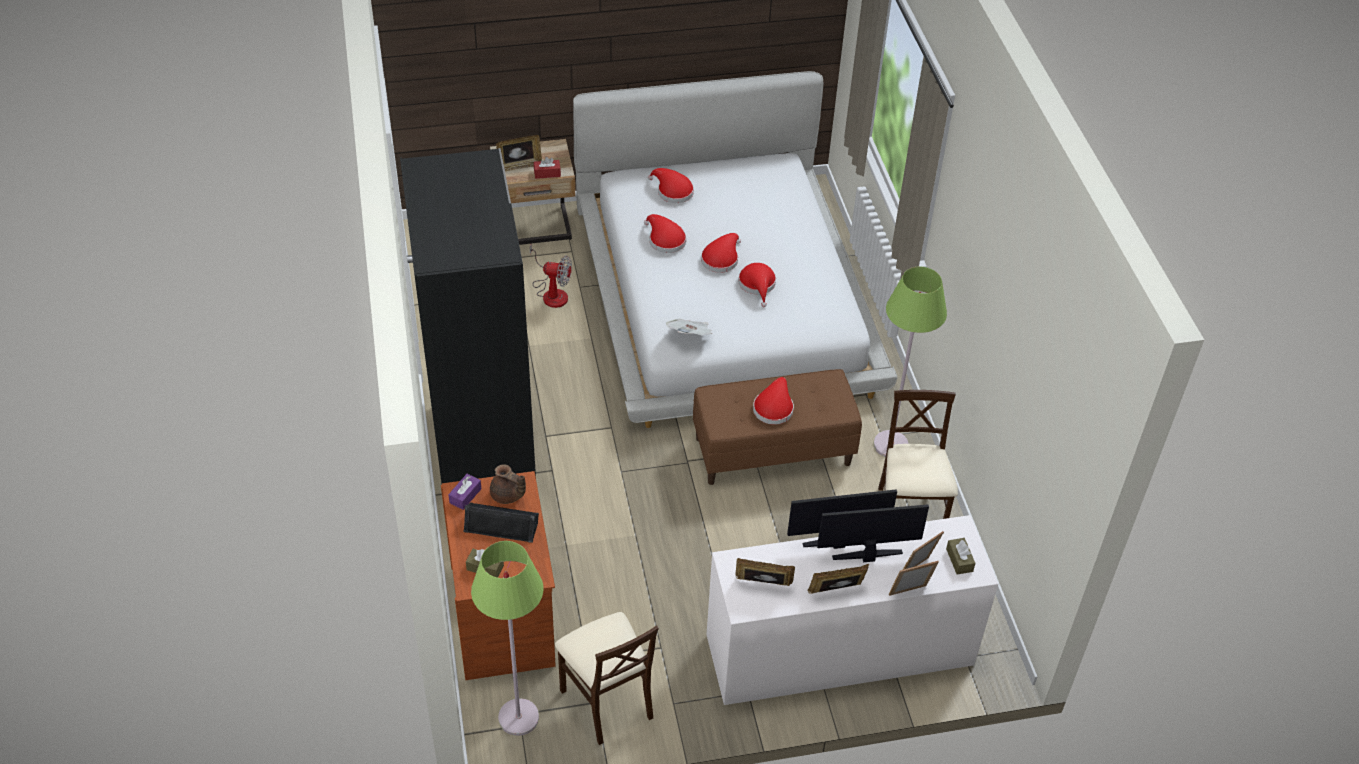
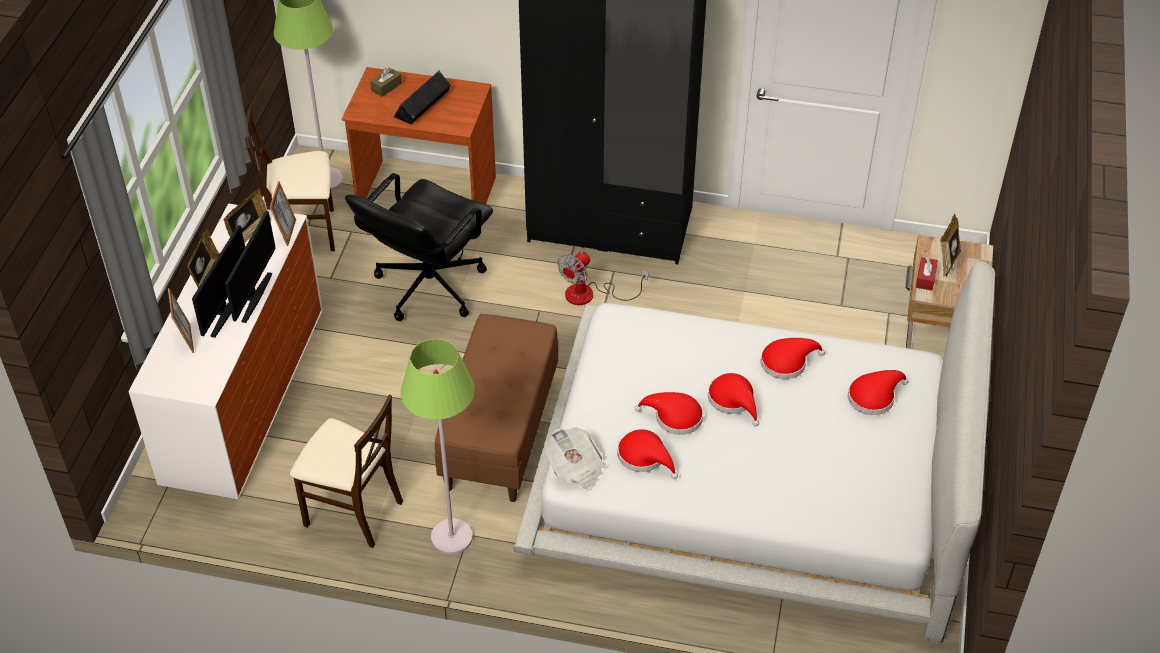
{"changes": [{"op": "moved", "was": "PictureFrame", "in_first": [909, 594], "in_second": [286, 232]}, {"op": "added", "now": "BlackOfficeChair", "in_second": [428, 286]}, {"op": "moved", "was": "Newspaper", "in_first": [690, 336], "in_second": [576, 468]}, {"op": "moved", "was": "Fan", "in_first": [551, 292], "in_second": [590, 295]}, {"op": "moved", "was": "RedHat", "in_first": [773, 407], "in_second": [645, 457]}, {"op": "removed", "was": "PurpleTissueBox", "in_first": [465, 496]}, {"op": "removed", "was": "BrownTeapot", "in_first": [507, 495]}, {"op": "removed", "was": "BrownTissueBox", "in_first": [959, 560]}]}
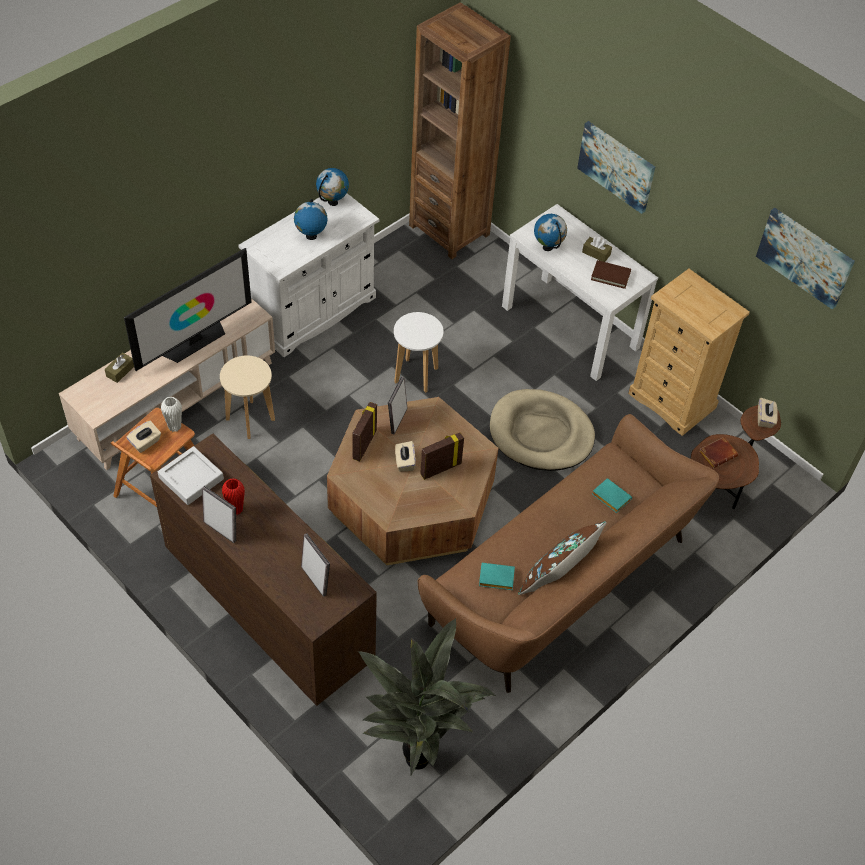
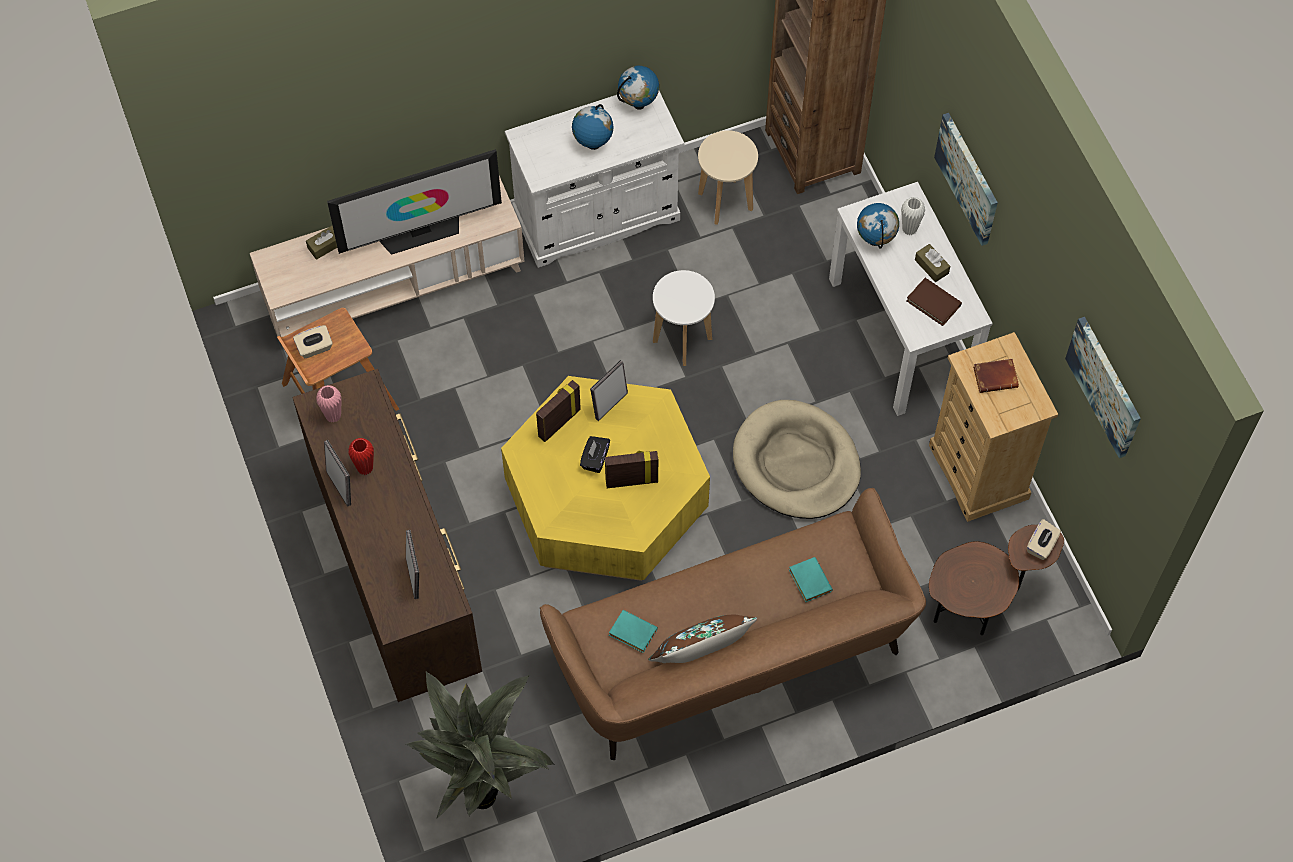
{"changes": [{"op": "replaced", "was": "GreyTray", "now": "PinkVase", "in_first": [191, 478], "in_second": [333, 416]}, {"op": "recoloured", "was": "BrownCoffeeTable", "now": "YellowCoffeeTable", "in_first": [411, 501], "in_second": [606, 498]}, {"op": "recoloured", "was": "BeigeTissueBox", "now": "BlackTissueBox", "in_first": [404, 462], "in_second": [595, 459]}, {"op": "moved", "was": "BeigeStool", "in_first": [250, 420], "in_second": [725, 202]}, {"op": "moved", "was": "WhiteVase", "in_first": [174, 427], "in_second": [909, 229]}, {"op": "moved", "was": "BrownBook", "in_first": [717, 454], "in_second": [996, 376]}]}
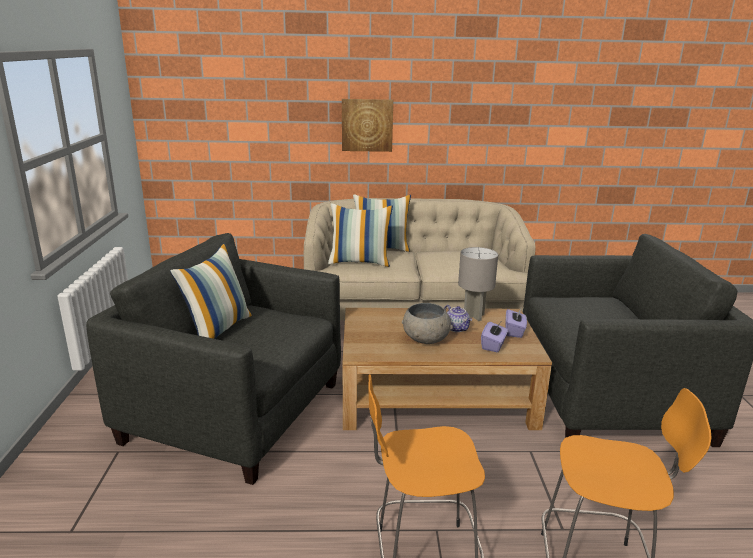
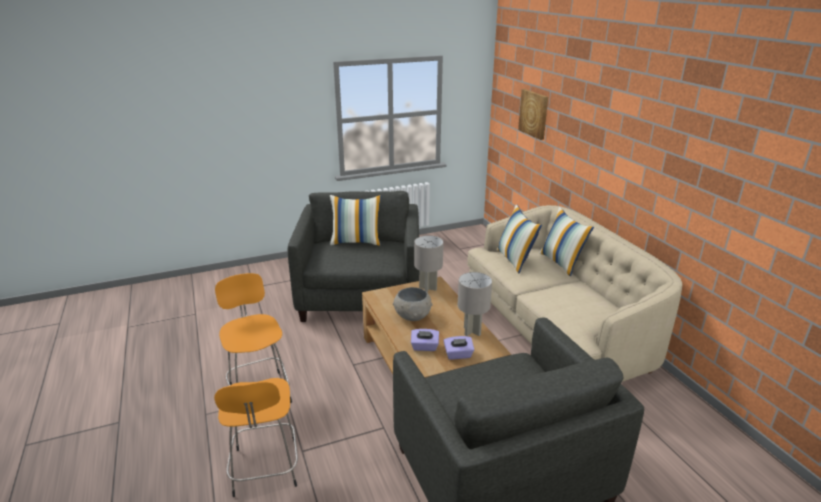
{"changes": [{"op": "added", "now": "GreyTableLamp", "in_second": [428, 288]}, {"op": "moved", "was": "Picture", "in_first": [367, 125], "in_second": [534, 113]}, {"op": "removed", "was": "Teapot", "in_first": [457, 328]}]}
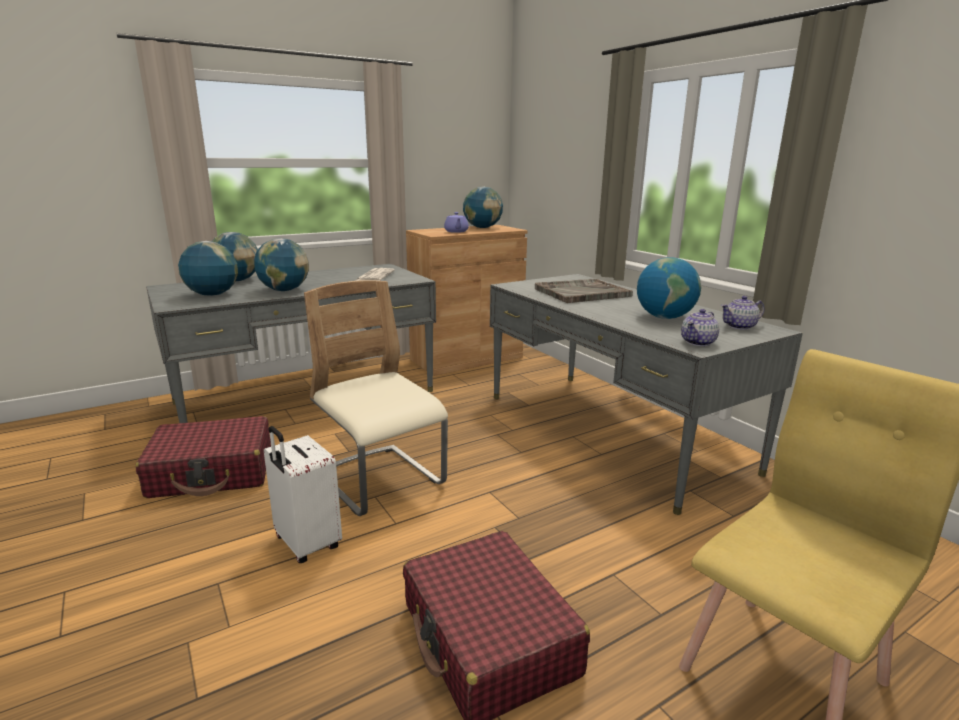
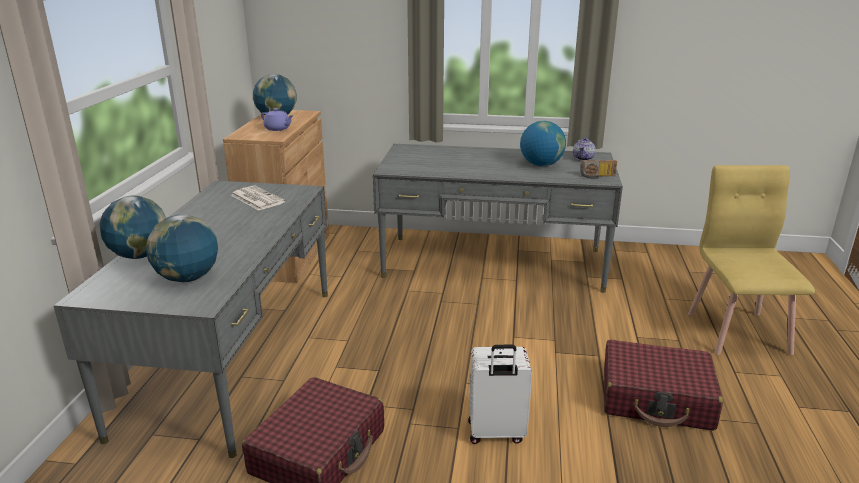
{"changes": [{"op": "replaced", "was": "Teapot", "now": "Radio", "in_first": [698, 342], "in_second": [597, 177]}, {"op": "removed", "was": "Globe", "in_first": [284, 290]}, {"op": "removed", "was": "BeigeChair", "in_first": [380, 481]}, {"op": "removed", "was": "GreyTray", "in_first": [581, 293]}]}
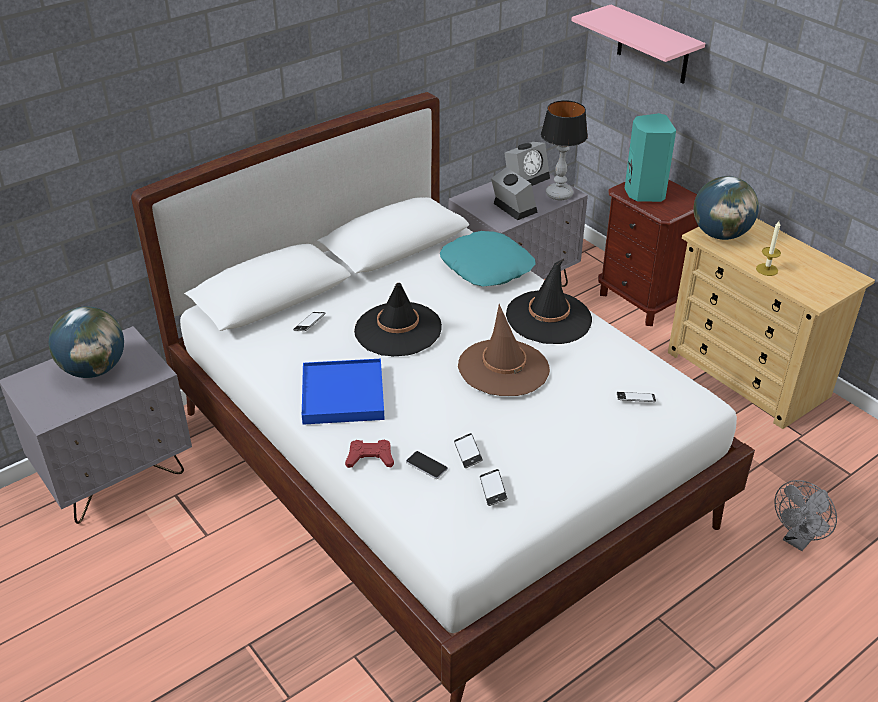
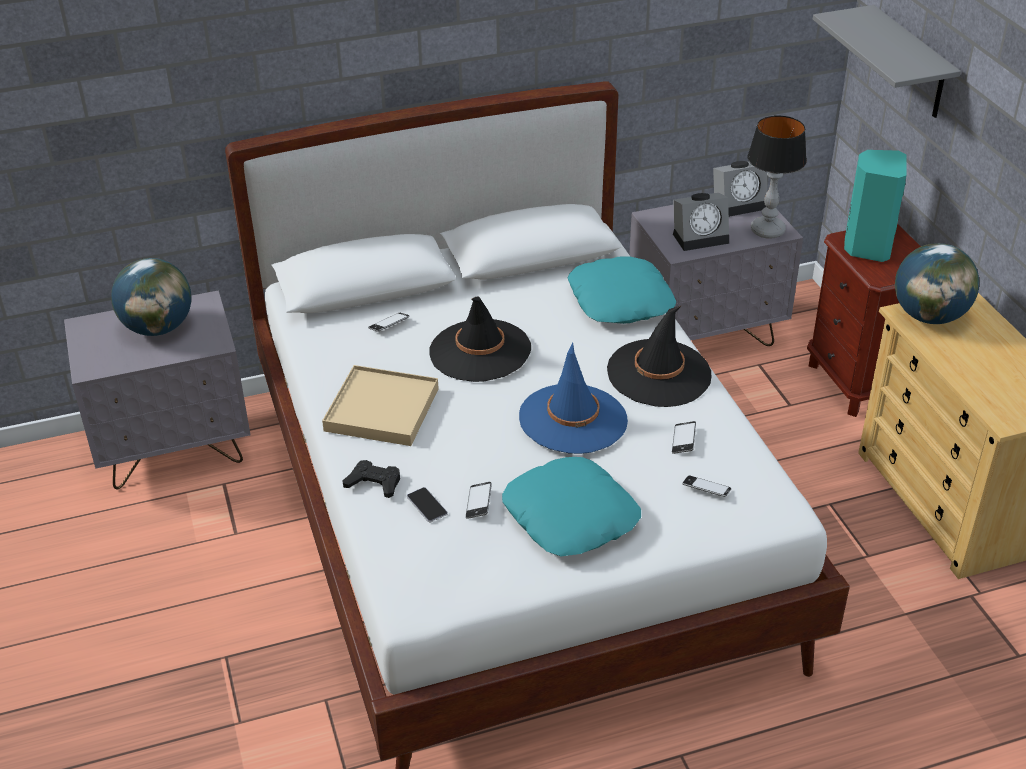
{"changes": [{"op": "recoloured", "was": "BlueTray", "now": "BeigeTray", "in_first": [343, 395], "in_second": [382, 409]}, {"op": "recoloured", "was": "RedGameController", "now": "BlackGameController", "in_first": [370, 458], "in_second": [374, 483]}, {"op": "added", "now": "TurquoisePillow", "in_second": [571, 516]}, {"op": "recoloured", "was": "BrownHat", "now": "BlueHat", "in_first": [503, 368], "in_second": [573, 419]}, {"op": "moved", "was": "Phone", "in_first": [493, 490], "in_second": [683, 440]}, {"op": "turned", "was": "AlarmClock", "in_first": [512, 208], "in_second": [701, 237], "clockwise": 90}, {"op": "recoloured", "was": "PinkShelf", "now": "GreyShelf", "in_first": [653, 45], "in_second": [910, 64]}, {"op": "removed", "was": "Candle", "in_first": [767, 269]}, {"op": "removed", "was": "GreyFan", "in_first": [798, 540]}]}
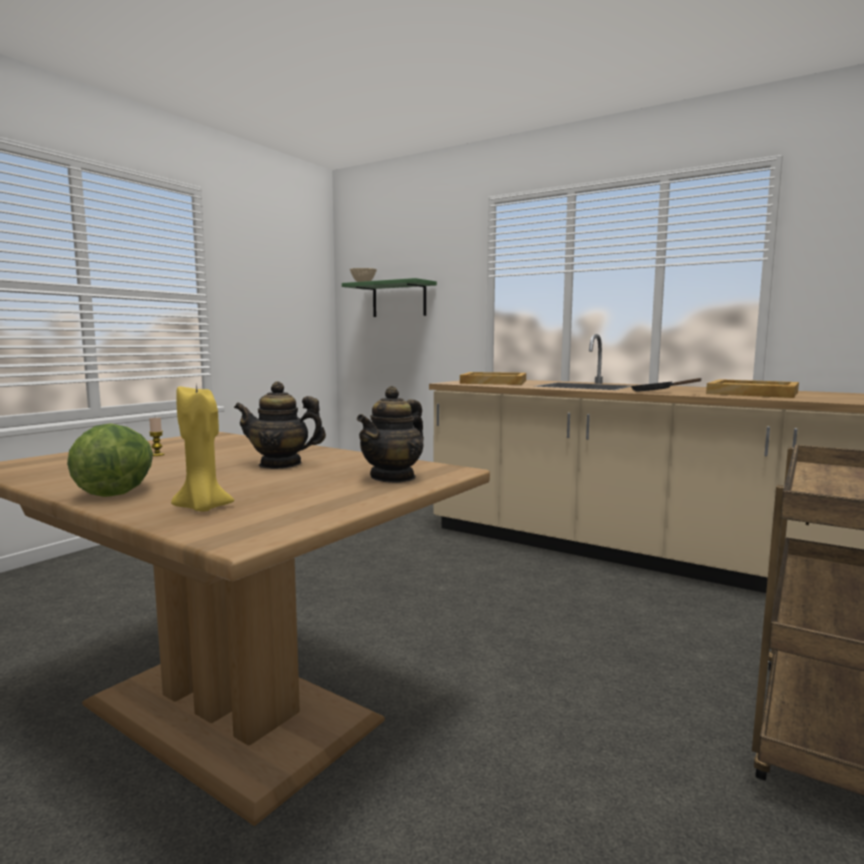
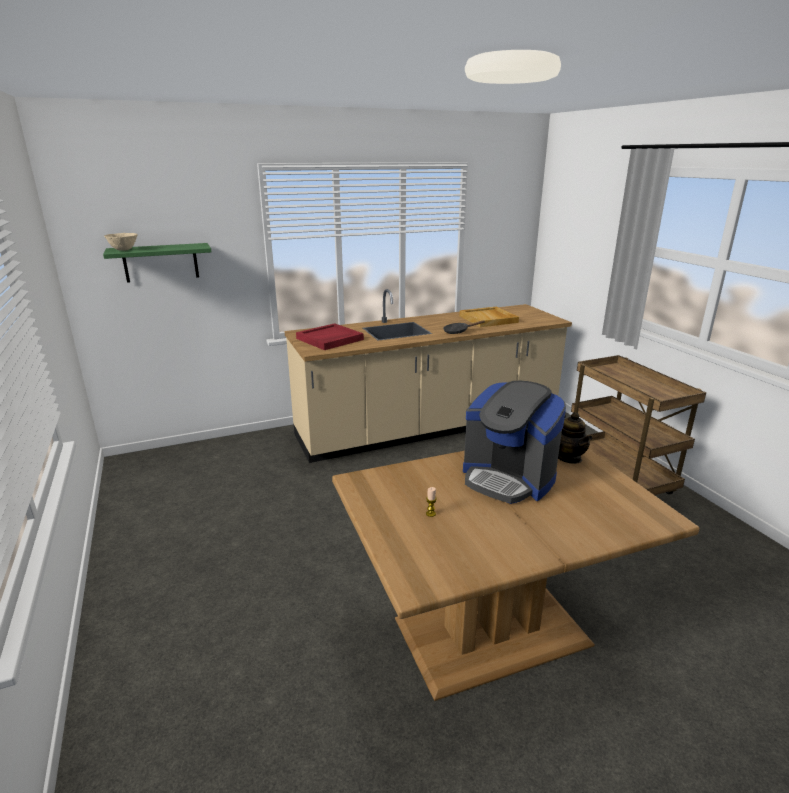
{"changes": [{"op": "recoloured", "was": "BeigeTray", "now": "RedTray", "in_first": [493, 382], "in_second": [329, 339]}, {"op": "replaced", "was": "Teapot", "now": "CoffeeMachine", "in_first": [280, 464], "in_second": [508, 478]}, {"op": "removed", "was": "Lettuce", "in_first": [116, 491]}, {"op": "removed", "was": "YellowCandle", "in_first": [203, 508]}]}
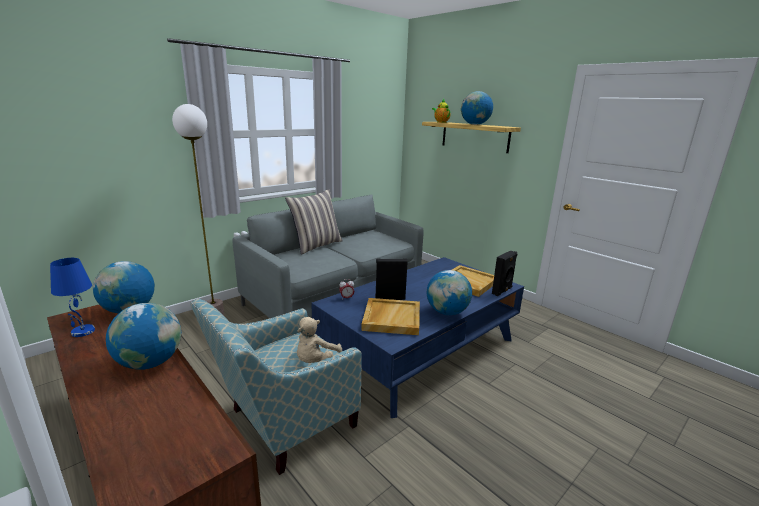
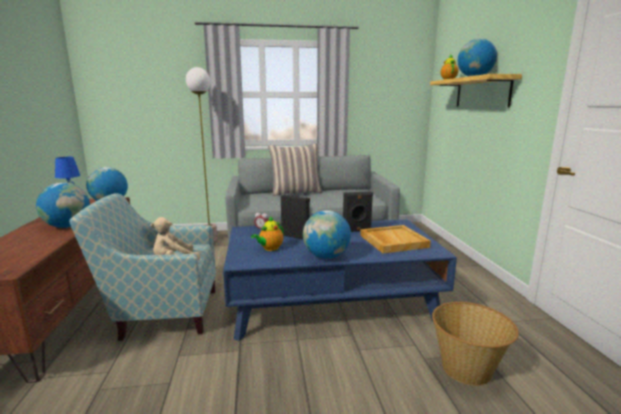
{"changes": [{"op": "replaced", "was": "BeigeTray", "now": "Teapot", "in_first": [391, 318], "in_second": [270, 248]}, {"op": "moved", "was": "BlackSpeaker", "in_first": [502, 291], "in_second": [357, 231]}, {"op": "added", "now": "Basket", "in_second": [467, 369]}]}
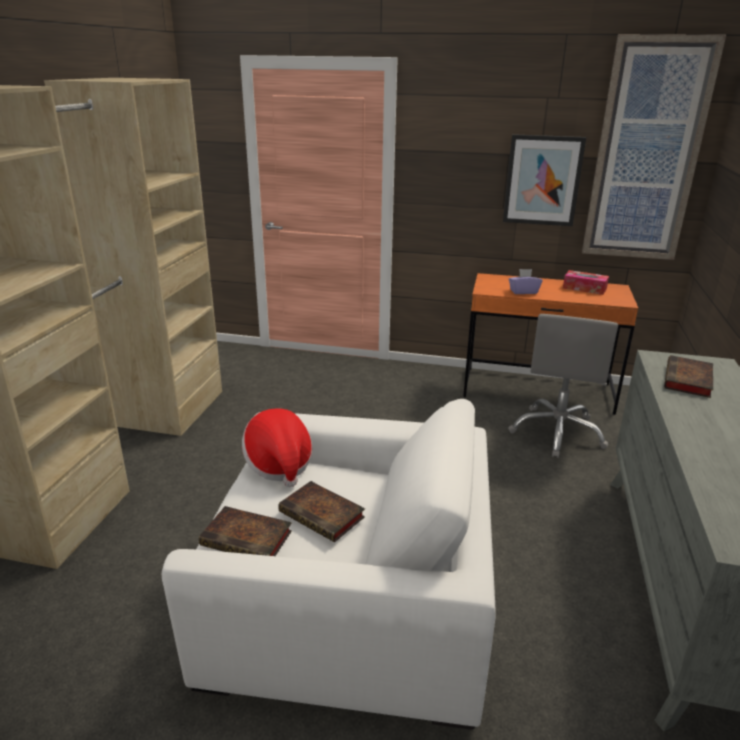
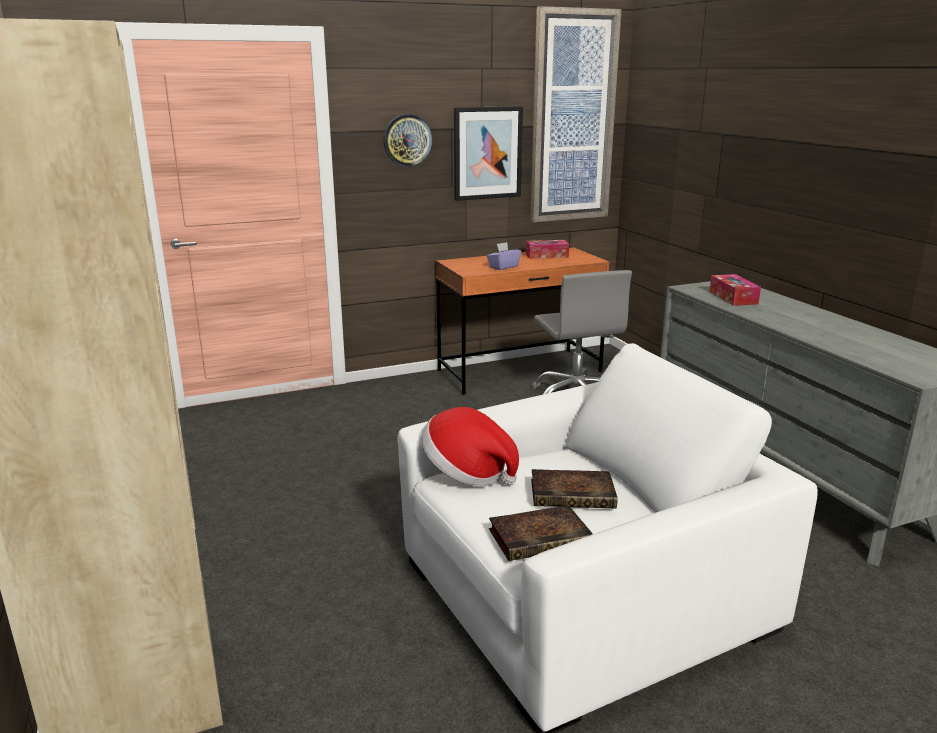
{"changes": [{"op": "added", "now": "WallClock", "in_second": [407, 140]}, {"op": "replaced", "was": "Book", "now": "TissueBox", "in_first": [688, 381], "in_second": [733, 297]}]}
